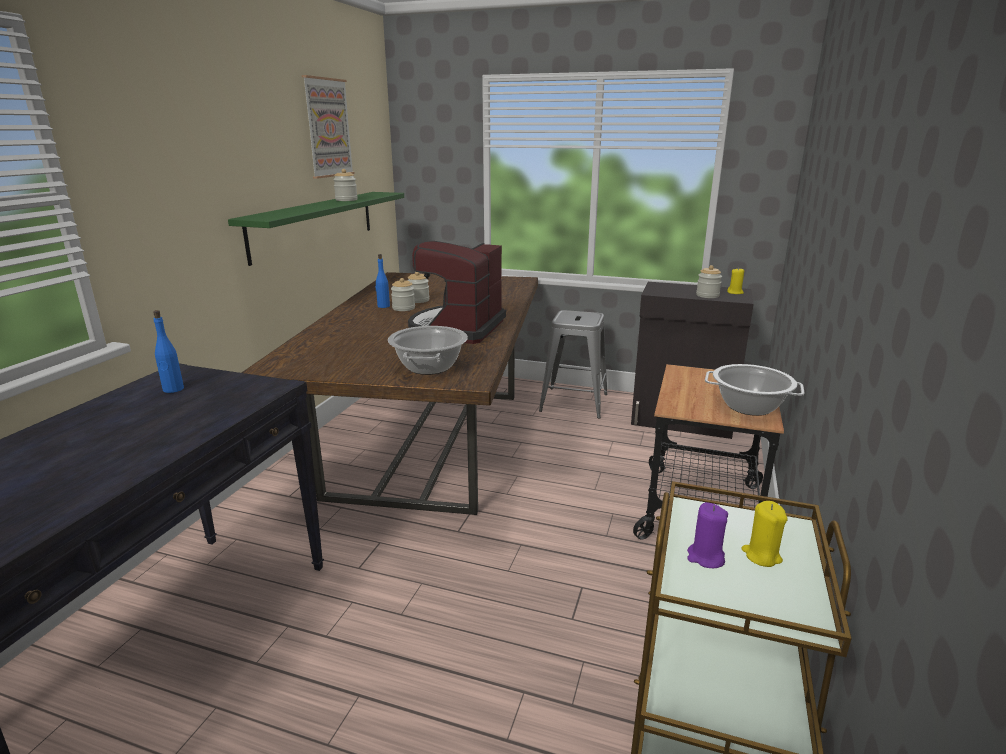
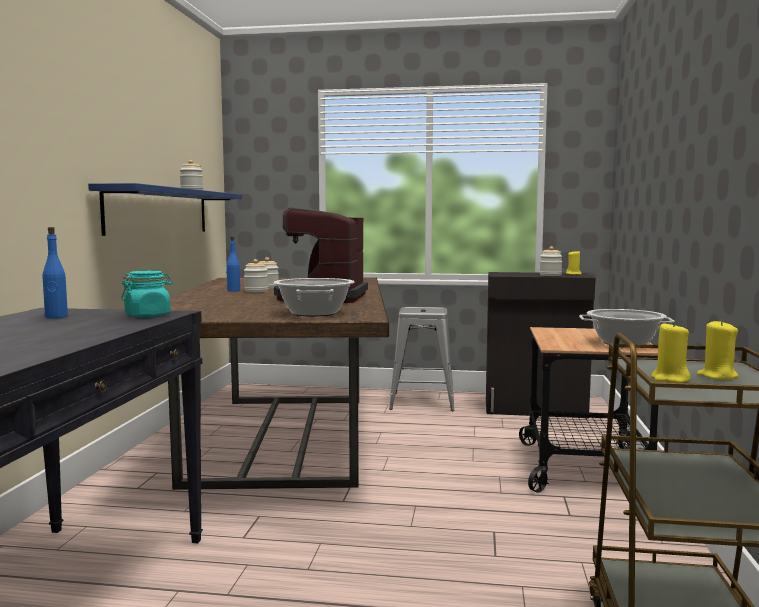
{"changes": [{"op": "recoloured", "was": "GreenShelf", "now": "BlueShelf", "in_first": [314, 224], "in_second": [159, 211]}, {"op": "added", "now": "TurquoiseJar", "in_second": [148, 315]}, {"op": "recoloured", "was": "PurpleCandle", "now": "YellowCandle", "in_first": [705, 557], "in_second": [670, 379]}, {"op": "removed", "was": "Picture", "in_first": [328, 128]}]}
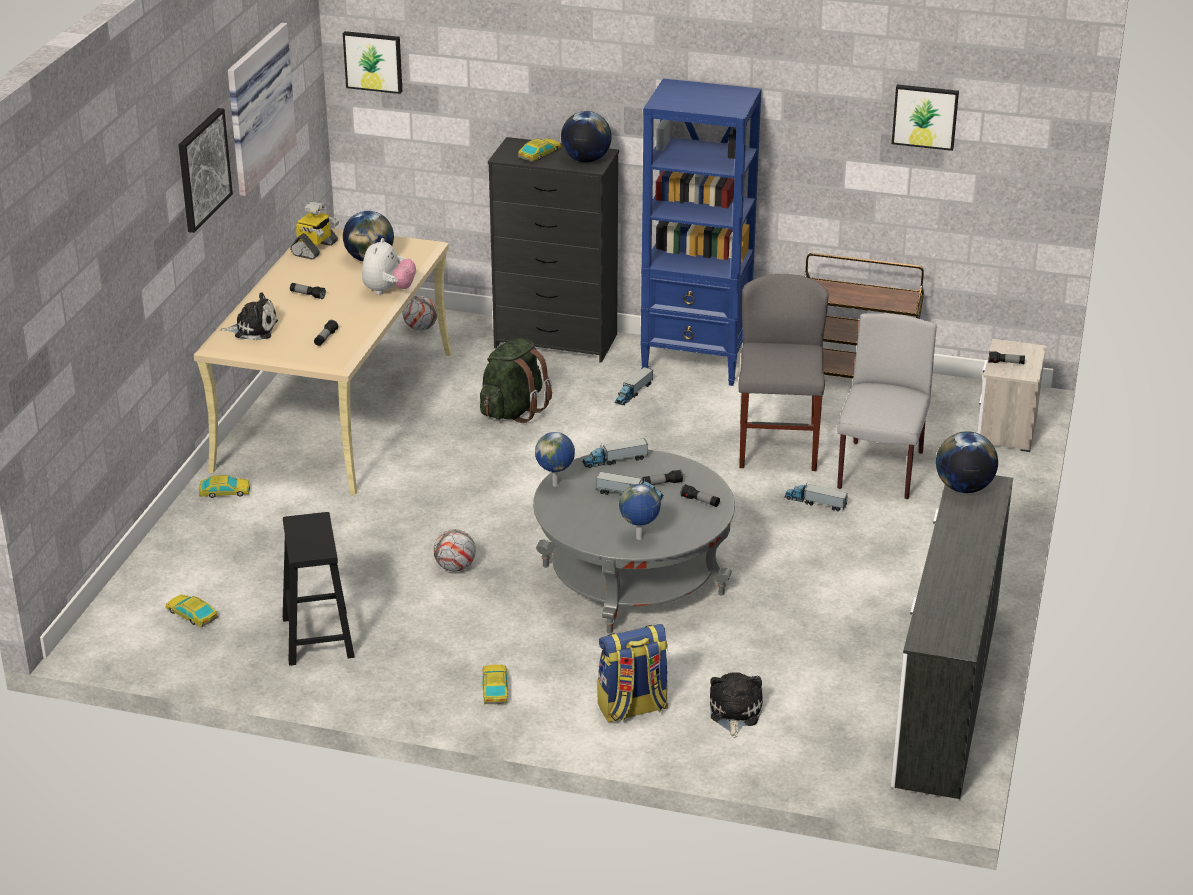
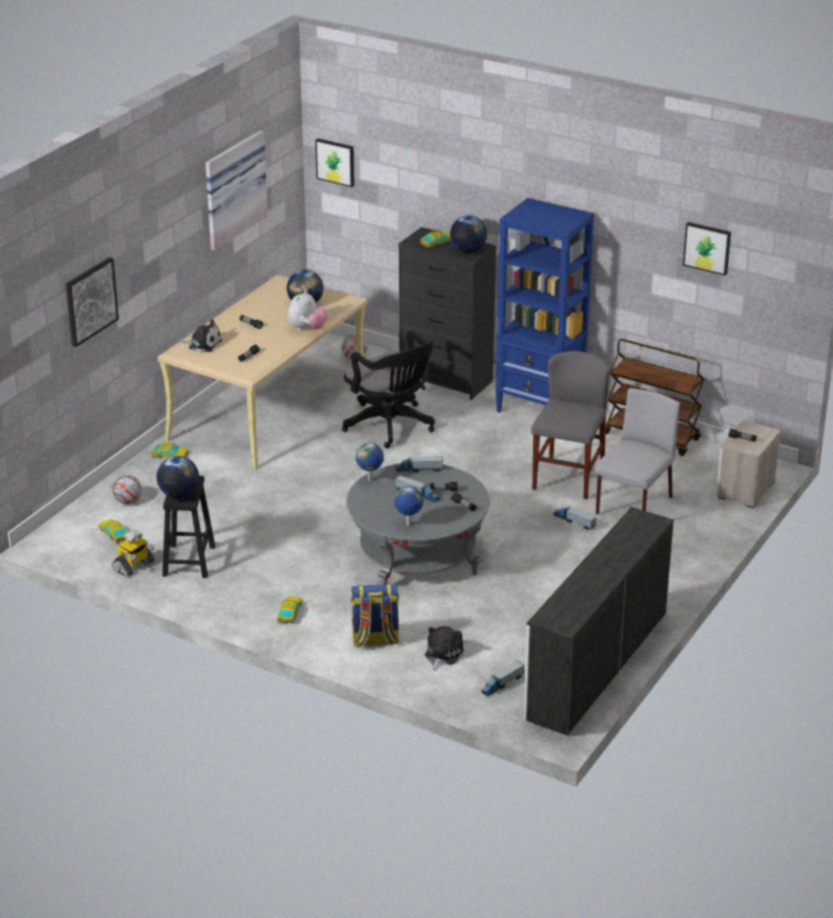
{"changes": [{"op": "moved", "was": "Picture", "in_first": [203, 169], "in_second": [90, 301]}, {"op": "moved", "was": "Football", "in_first": [455, 567], "in_second": [128, 501]}, {"op": "moved", "was": "ToyRobot", "in_first": [315, 249], "in_second": [134, 566]}, {"op": "moved", "was": "Globe", "in_first": [964, 488], "in_second": [179, 495]}, {"op": "replaced", "was": "GreenBackpack", "now": "BlackOfficeChair", "in_first": [513, 411], "in_second": [391, 426]}, {"op": "moved", "was": "ToyTruck", "in_first": [633, 393], "in_second": [502, 684]}]}
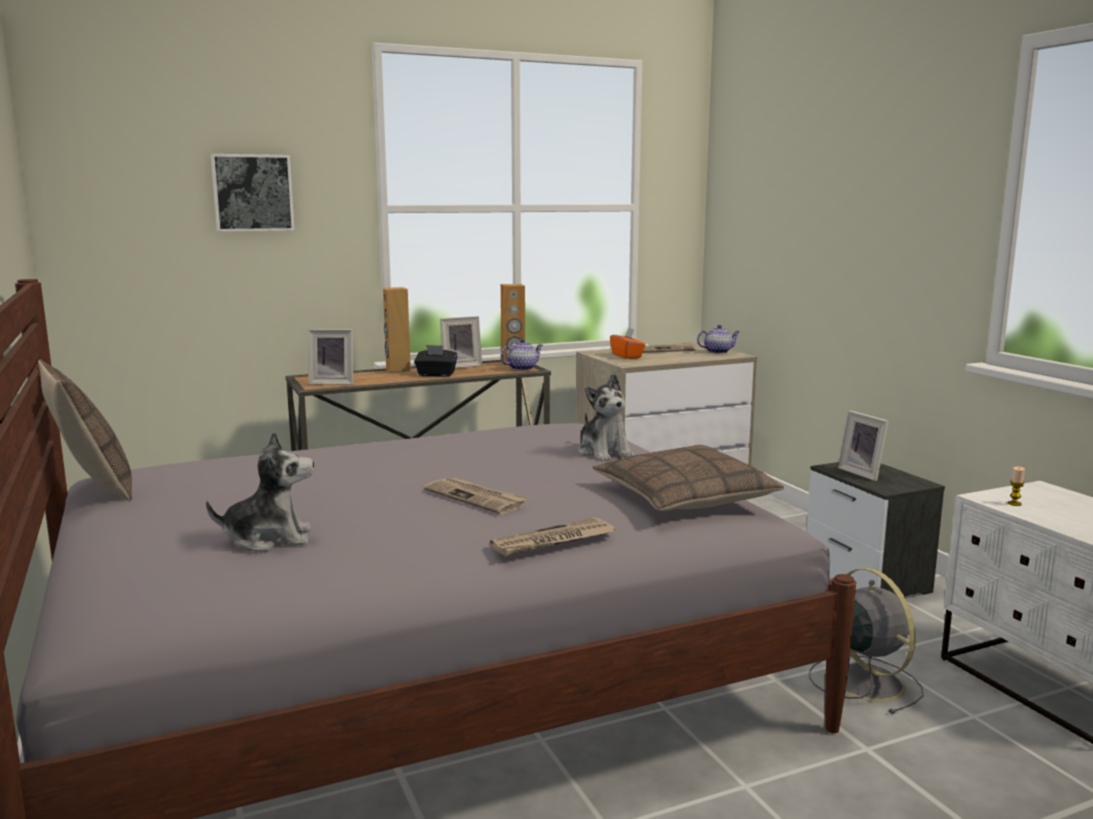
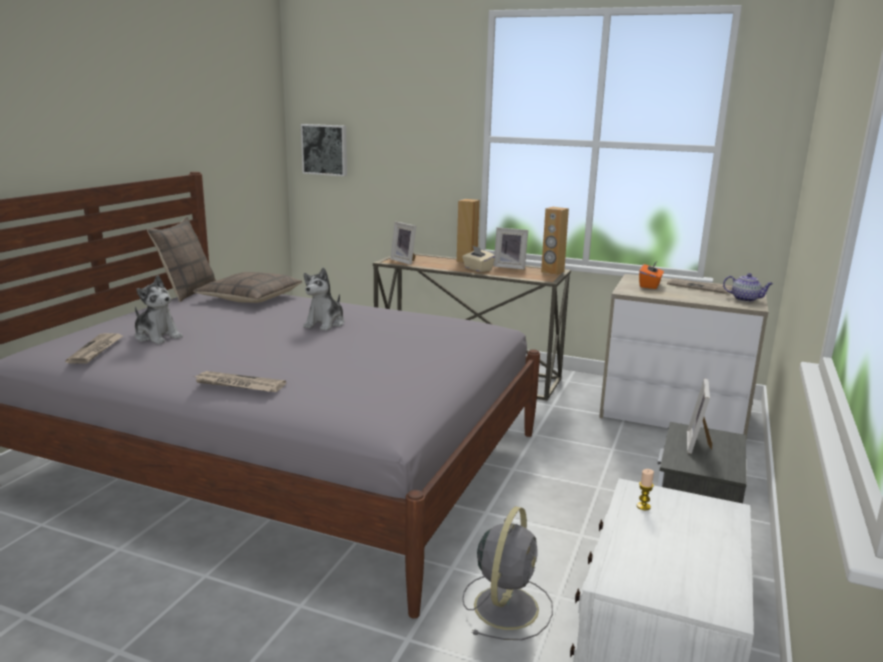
{"changes": [{"op": "moved", "was": "Newspaper", "in_first": [476, 498], "in_second": [96, 350]}, {"op": "moved", "was": "Pillow", "in_first": [683, 497], "in_second": [250, 297]}, {"op": "moved", "was": "Picture", "in_first": [252, 193], "in_second": [325, 149]}, {"op": "moved", "was": "PlushToy", "in_first": [604, 452], "in_second": [325, 324]}, {"op": "recoloured", "was": "BlackTissueBox", "now": "BeigeTissueBox", "in_first": [436, 374], "in_second": [477, 269]}, {"op": "removed", "was": "Teapot", "in_first": [522, 368]}]}
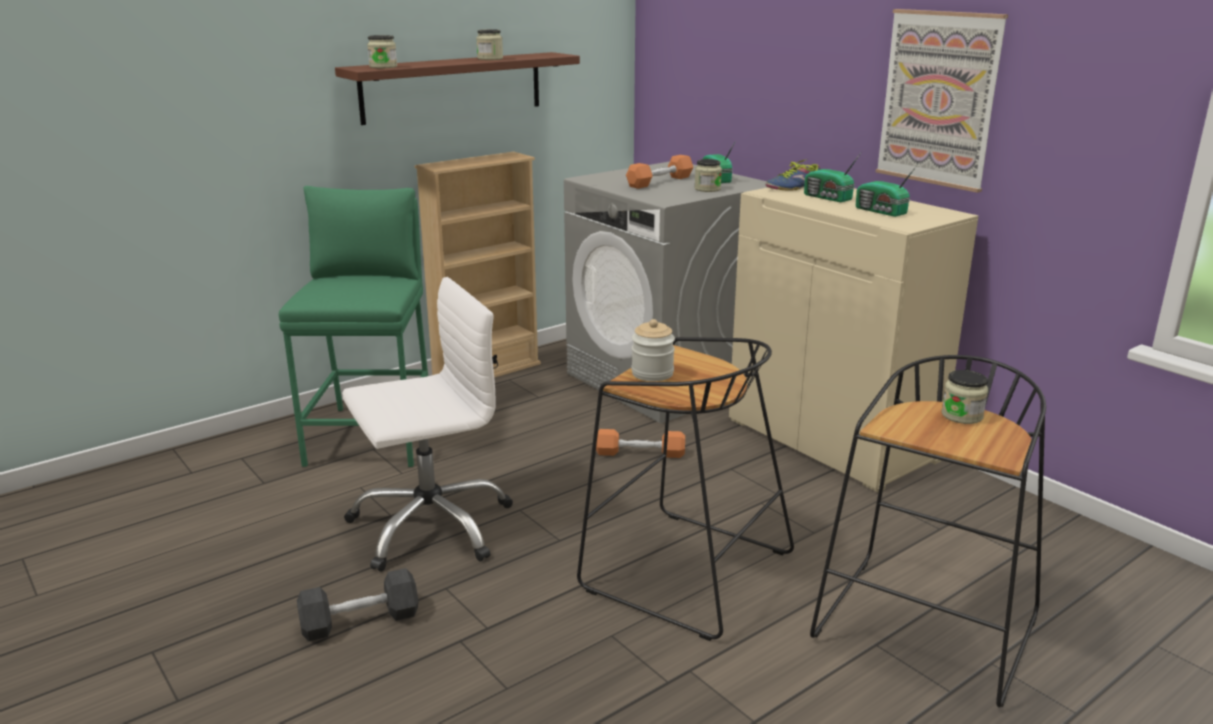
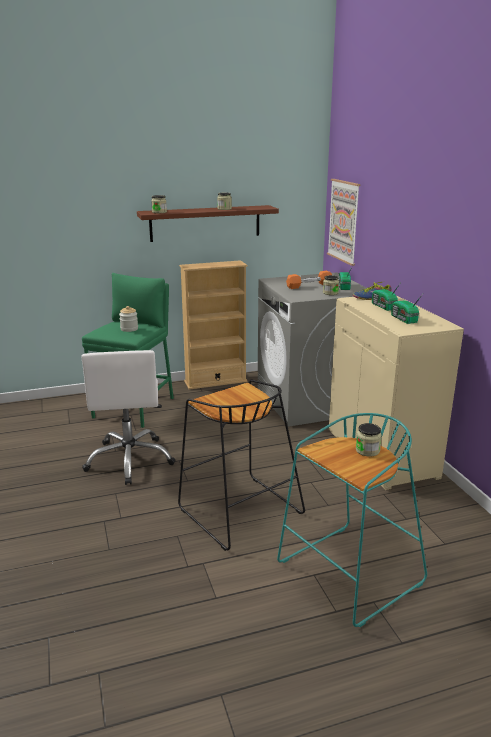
{"changes": [{"op": "turned", "was": "WhiteOfficeChair", "in_first": [430, 525], "in_second": [130, 460], "clockwise": 90}, {"op": "moved", "was": "Jar", "in_first": [652, 373], "in_second": [129, 329]}, {"op": "recoloured", "was": "BlackStool", "now": "TurquoiseStool", "in_first": [926, 631], "in_second": [349, 575]}, {"op": "moved", "was": "Picture", "in_first": [939, 99], "in_second": [344, 221]}, {"op": "removed", "was": "BlackDumbbell", "in_first": [360, 621]}, {"op": "removed", "was": "OrangeDumbbell", "in_first": [640, 453]}]}
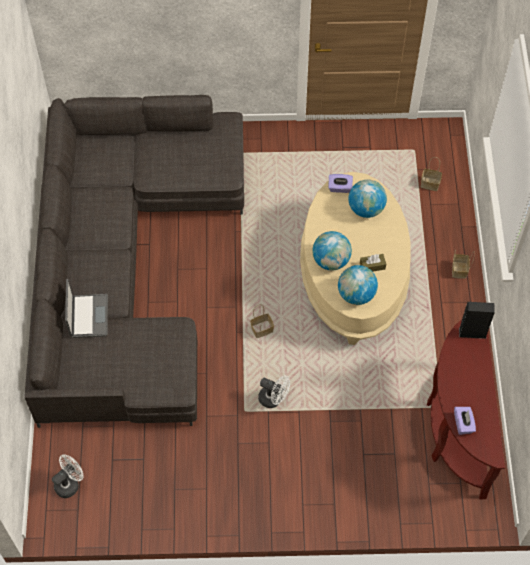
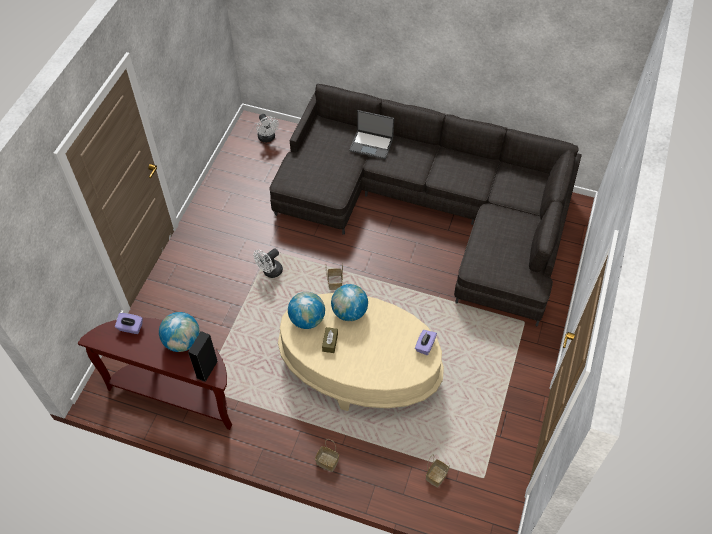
{"changes": [{"op": "moved", "was": "Globe", "in_first": [366, 208], "in_second": [182, 341]}]}
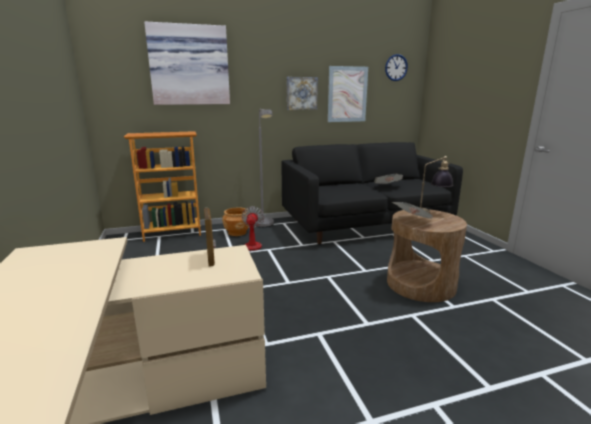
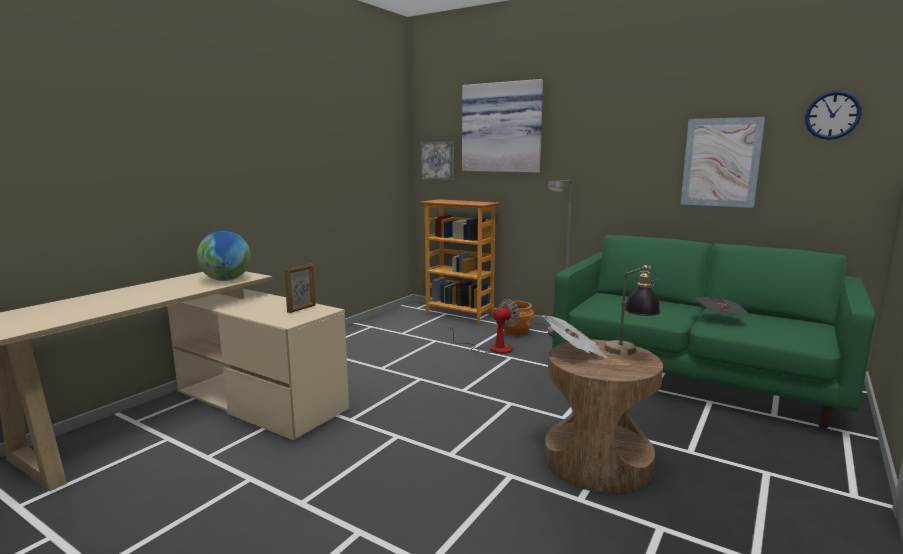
{"changes": [{"op": "added", "now": "Globe", "in_second": [226, 280]}, {"op": "moved", "was": "Picture", "in_first": [301, 93], "in_second": [438, 160]}, {"op": "recoloured", "was": "BlackSofa", "now": "GreenSofa", "in_first": [365, 224], "in_second": [695, 376]}]}
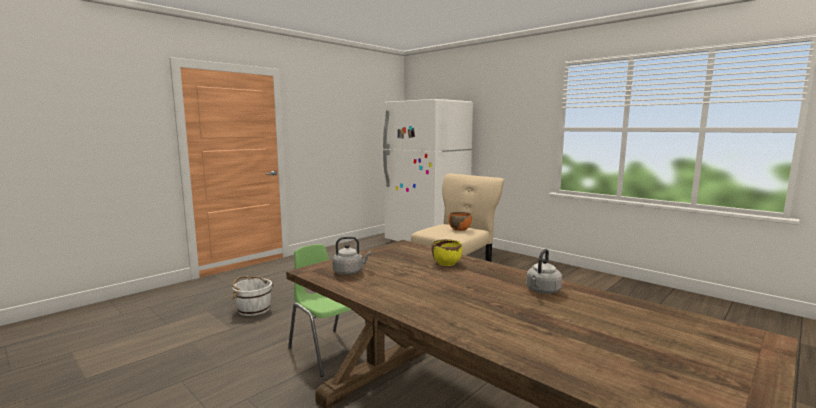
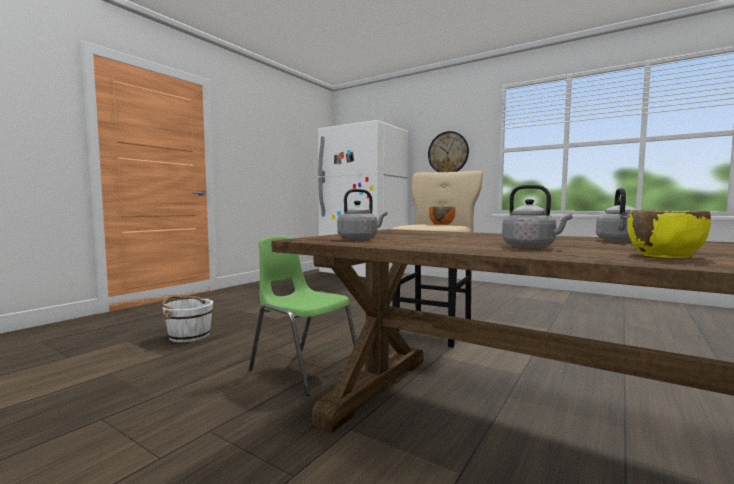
{"changes": [{"op": "added", "now": "WallClock", "in_second": [448, 153]}, {"op": "added", "now": "GreyKettle", "in_second": [531, 247]}, {"op": "moved", "was": "YellowBowl", "in_first": [446, 263], "in_second": [665, 255]}]}
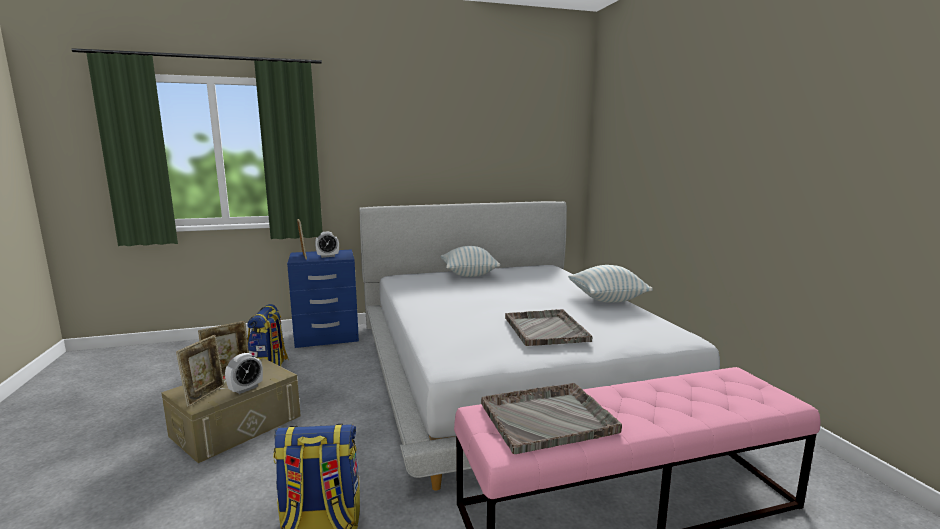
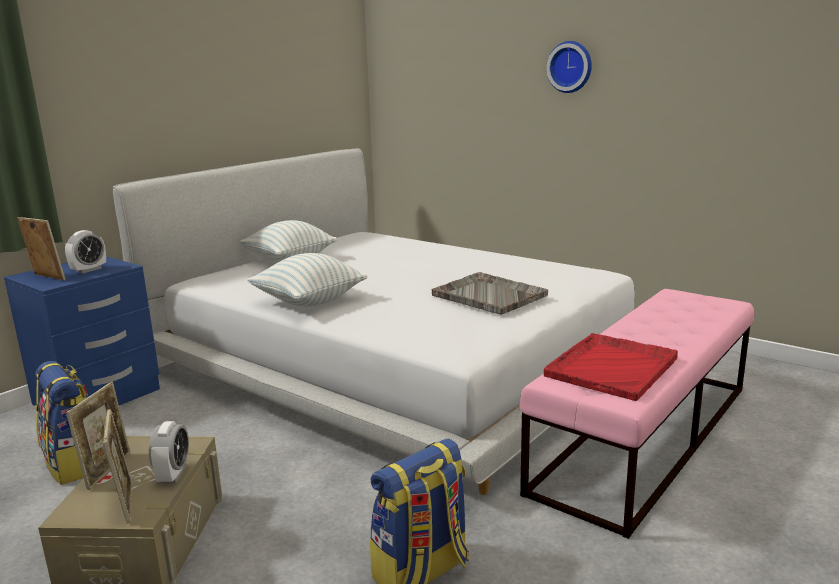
{"changes": [{"op": "moved", "was": "Pillow", "in_first": [607, 299], "in_second": [309, 301]}, {"op": "recoloured", "was": "GreyTray", "now": "RedTray", "in_first": [549, 418], "in_second": [612, 367]}, {"op": "added", "now": "WallClock", "in_second": [570, 67]}]}
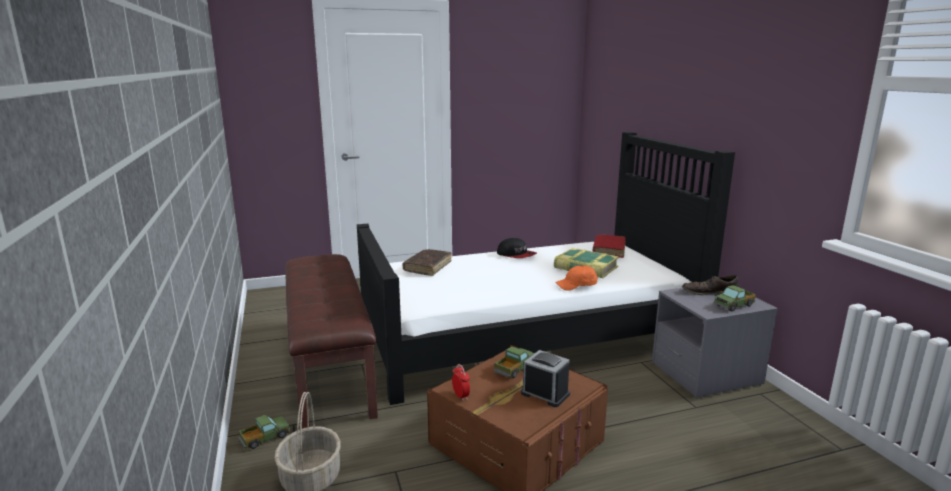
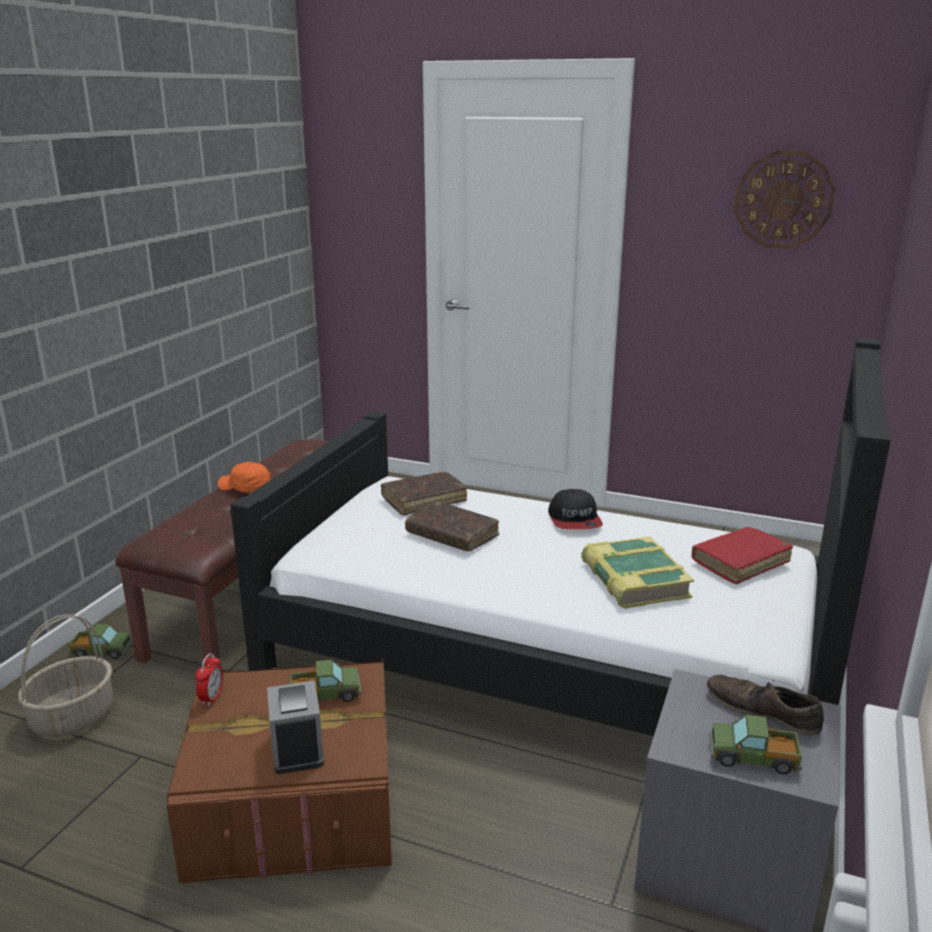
{"changes": [{"op": "moved", "was": "OrangeCap", "in_first": [577, 285], "in_second": [245, 489]}, {"op": "added", "now": "BrownBook", "in_second": [452, 535]}, {"op": "added", "now": "WallClock", "in_second": [783, 200]}]}
